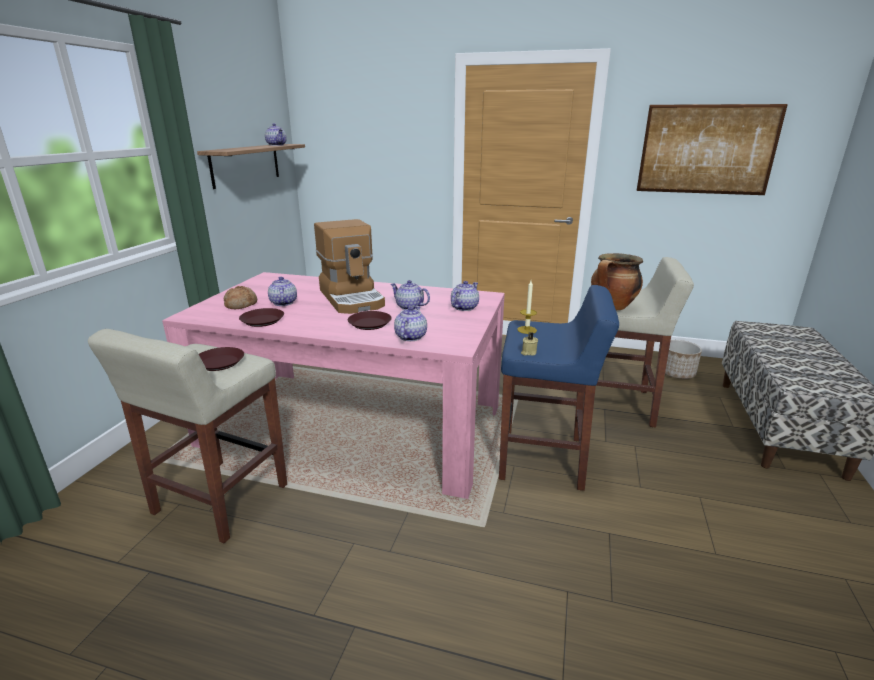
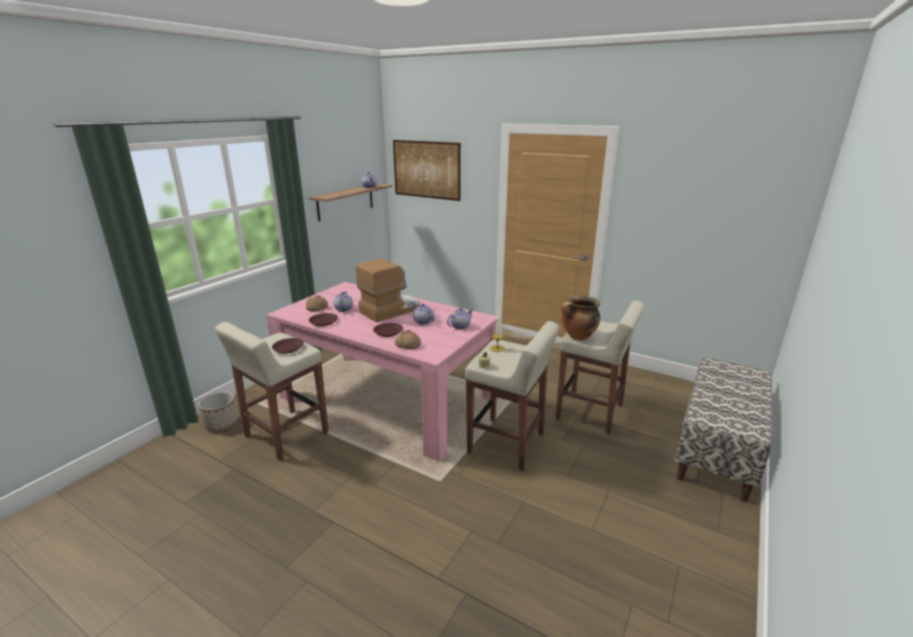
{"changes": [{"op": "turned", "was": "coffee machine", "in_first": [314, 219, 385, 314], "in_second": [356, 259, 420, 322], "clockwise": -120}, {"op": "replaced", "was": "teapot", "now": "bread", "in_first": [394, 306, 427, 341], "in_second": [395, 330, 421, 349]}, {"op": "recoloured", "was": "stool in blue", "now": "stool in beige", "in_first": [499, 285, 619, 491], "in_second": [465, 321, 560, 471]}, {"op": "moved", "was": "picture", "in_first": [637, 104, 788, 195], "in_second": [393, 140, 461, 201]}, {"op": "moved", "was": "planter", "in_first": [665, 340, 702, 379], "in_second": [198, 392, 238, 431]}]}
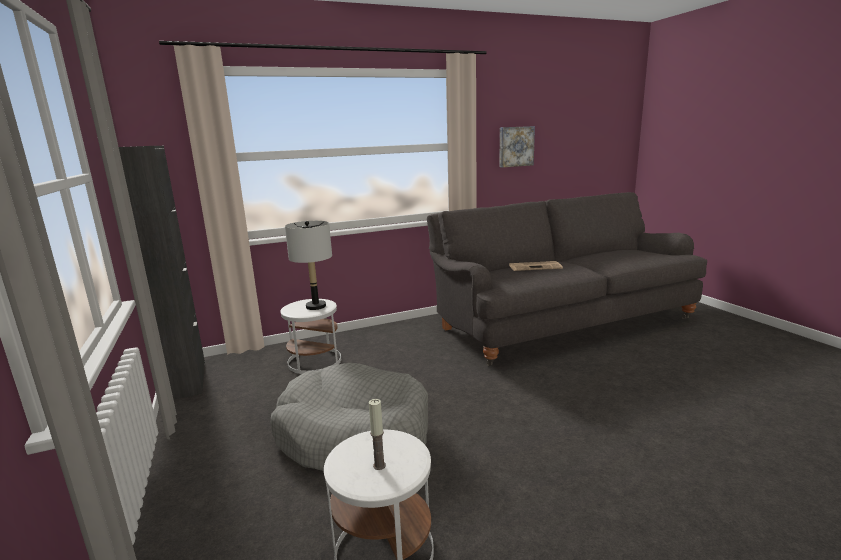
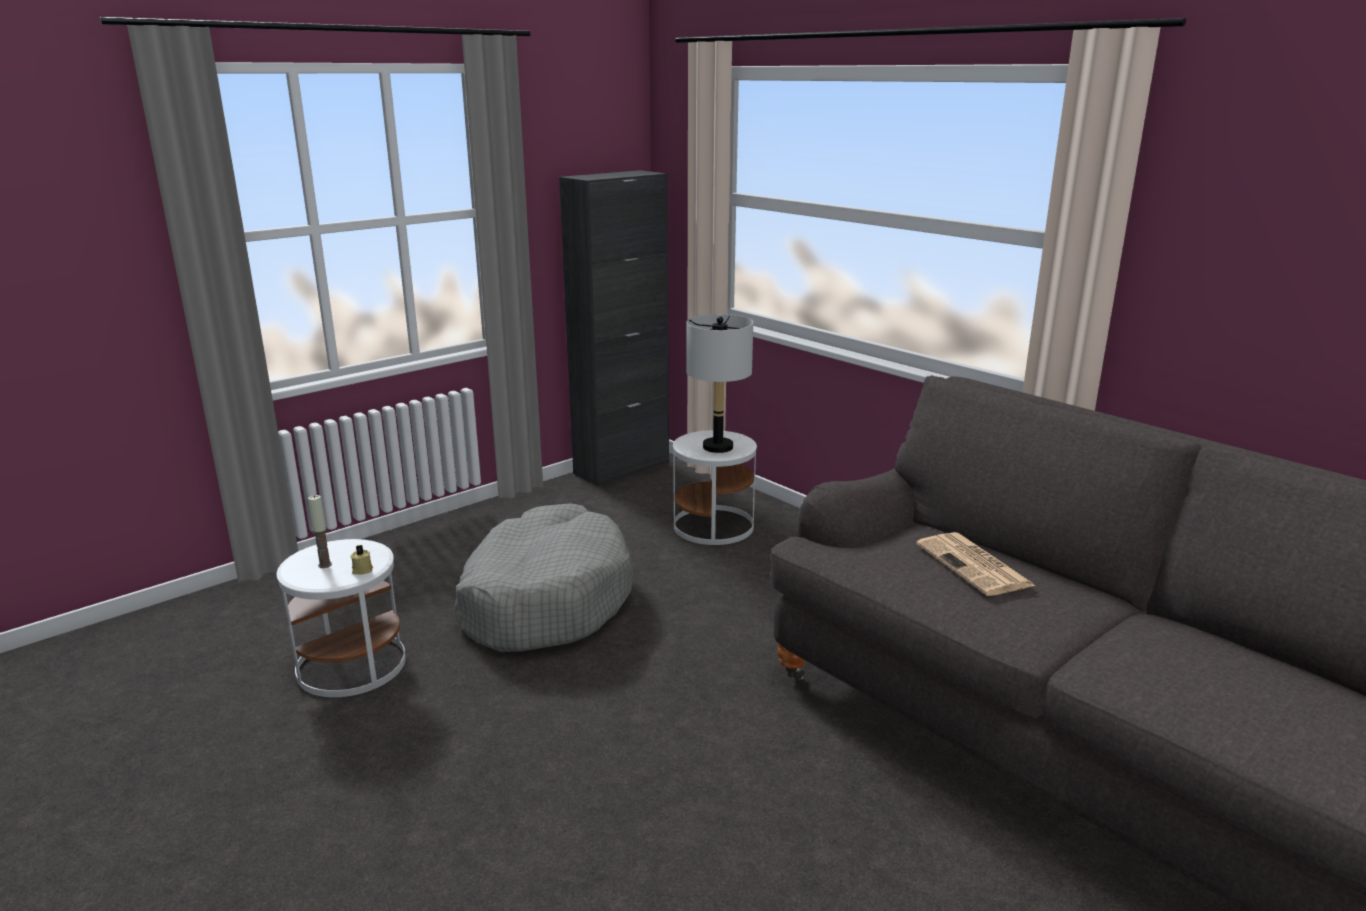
{"changes": [{"op": "removed", "was": "picture", "in_first": [499, 126, 535, 167]}, {"op": "added", "now": "candle in beige", "in_second": [350, 545, 373, 575]}]}
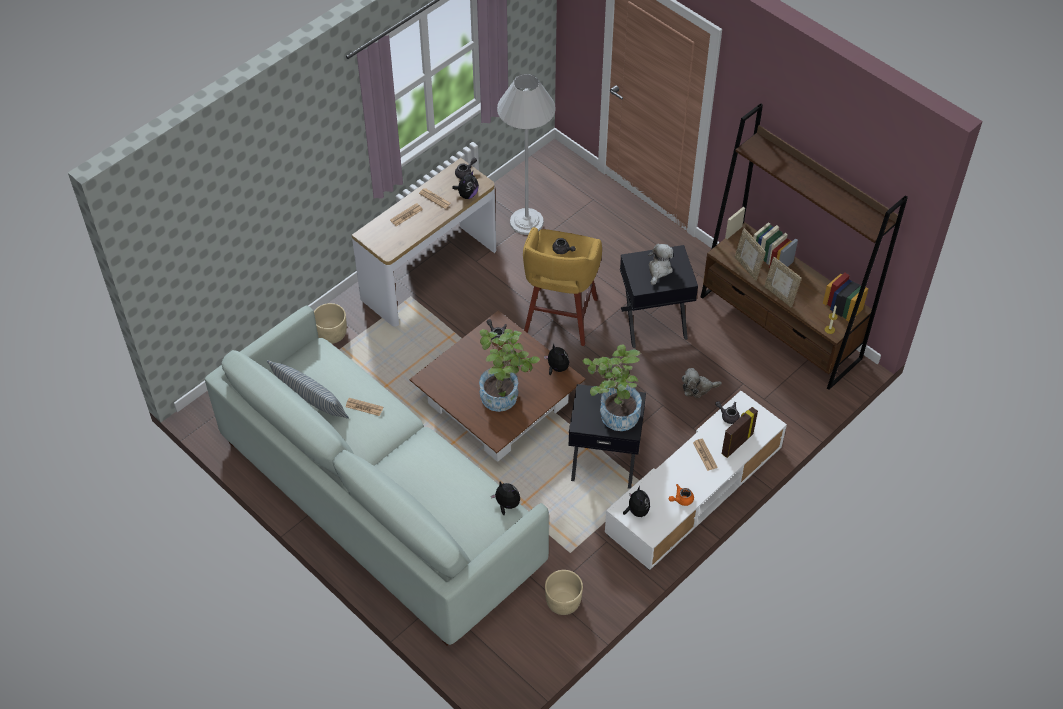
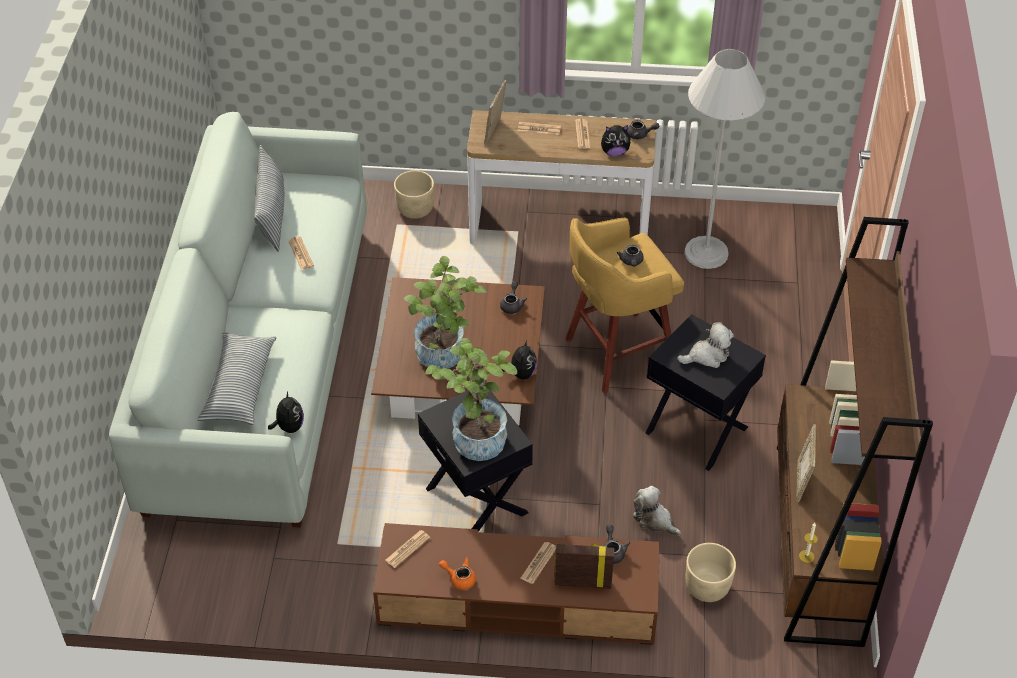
{"changes": [{"op": "moved", "was": "planter in beige", "in_first": [545, 570, 583, 615], "in_second": [686, 543, 736, 602]}, {"op": "recoloured", "was": "tv stand in white", "now": "tv stand in brown", "in_first": [605, 391, 787, 570], "in_second": [373, 523, 660, 645]}, {"op": "replaced", "was": "plush toy", "now": "newspaper", "in_first": [623, 486, 650, 517], "in_second": [385, 530, 431, 568]}, {"op": "moved", "was": "picture frame", "in_first": [735, 228, 766, 281], "in_second": [484, 80, 507, 146]}, {"op": "added", "now": "pillow", "in_second": [197, 332, 277, 425]}]}
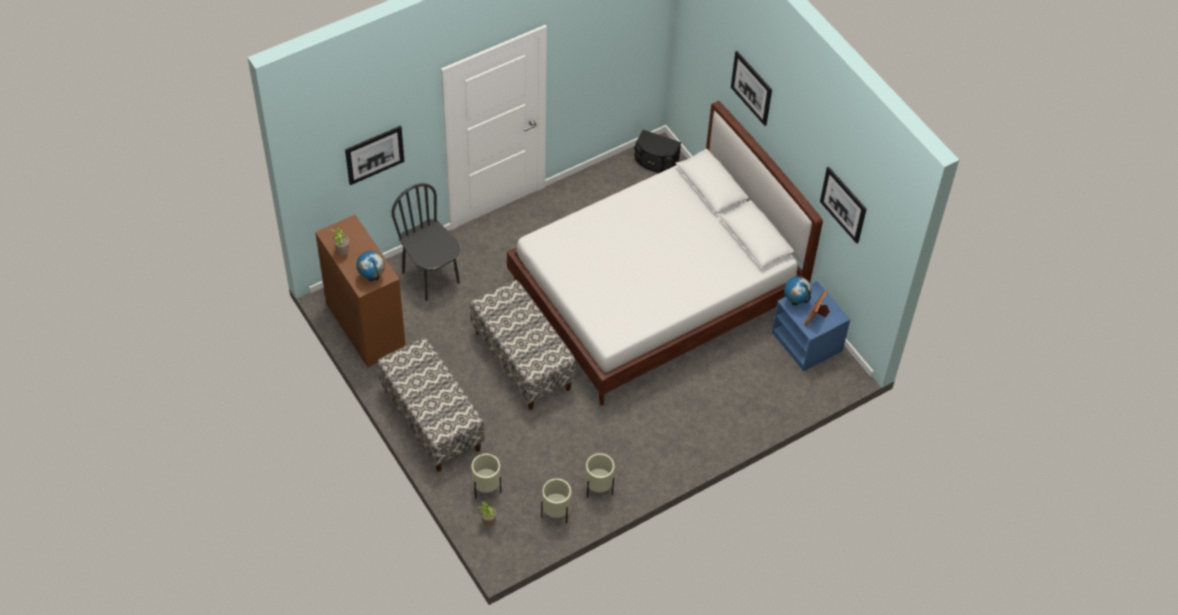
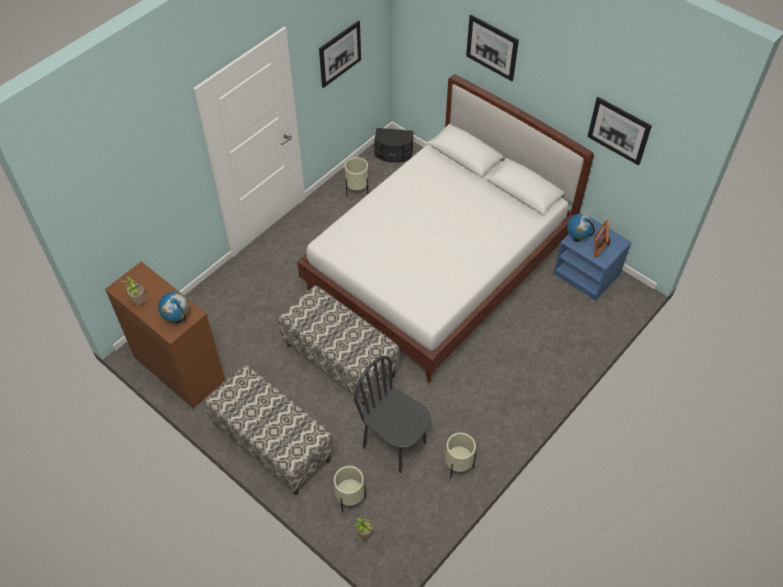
{"changes": [{"op": "moved", "was": "picture", "in_first": [345, 126, 404, 185], "in_second": [319, 20, 361, 88]}, {"op": "moved", "was": "chair in black", "in_first": [391, 183, 460, 301], "in_second": [354, 356, 431, 473]}, {"op": "moved", "was": "planter in beige", "in_first": [541, 478, 571, 524], "in_second": [344, 157, 369, 197]}]}
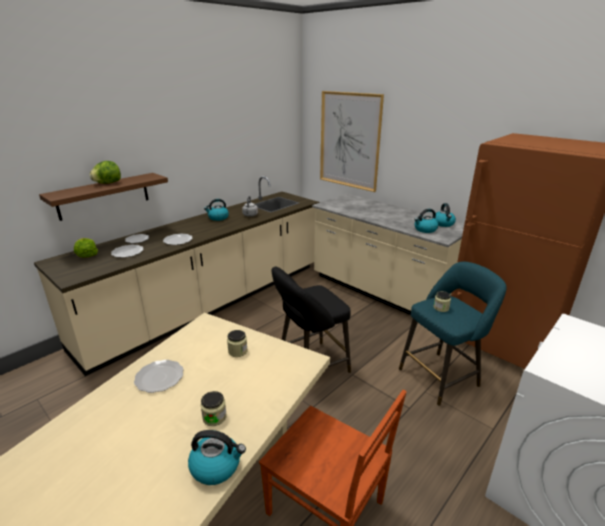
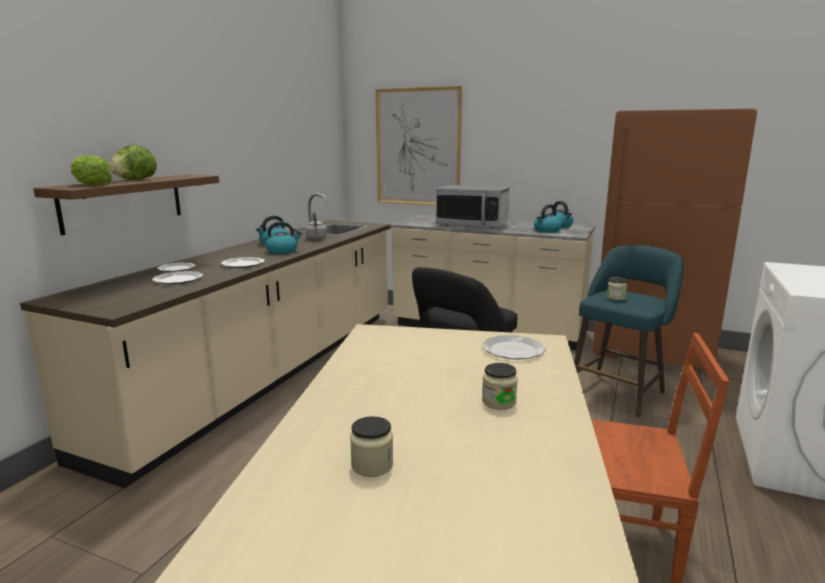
{"changes": [{"op": "moved", "was": "lettuce", "in_first": [74, 238, 98, 258], "in_second": [71, 155, 112, 185]}, {"op": "moved", "was": "plate", "in_first": [134, 360, 184, 393], "in_second": [482, 335, 546, 359]}, {"op": "moved", "was": "kettle", "in_first": [188, 430, 246, 485], "in_second": [265, 222, 302, 254]}, {"op": "moved", "was": "jar", "in_first": [227, 330, 248, 357], "in_second": [350, 416, 393, 477]}, {"op": "added", "now": "microwave", "in_second": [436, 185, 509, 228]}]}
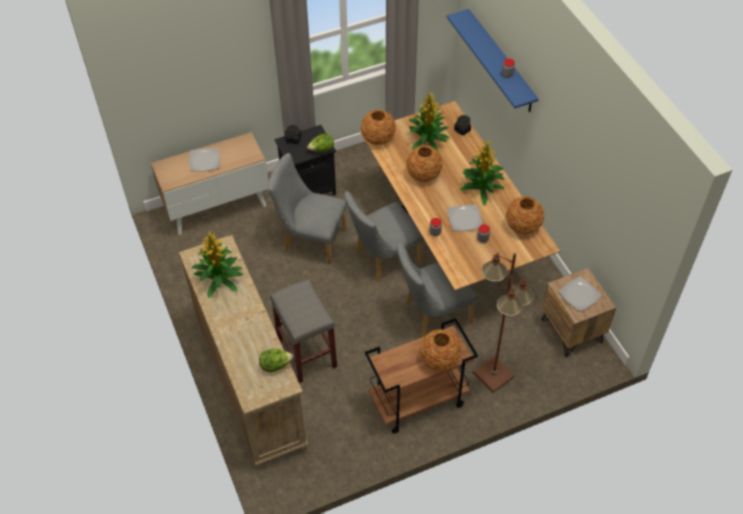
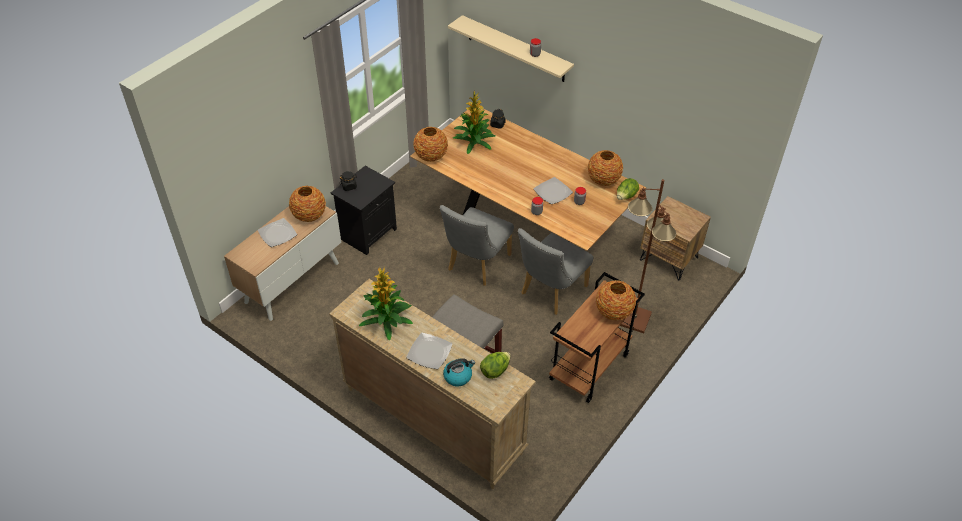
{"changes": [{"op": "removed", "was": "chair in grey", "in_first": [268, 153, 347, 265]}, {"op": "moved", "was": "lettuce", "in_first": [307, 133, 334, 152], "in_second": [617, 178, 639, 200]}, {"op": "moved", "was": "vase", "in_first": [406, 145, 442, 182], "in_second": [289, 186, 326, 222]}, {"op": "recoloured", "was": "shelf in blue", "now": "shelf in beige", "in_first": [447, 9, 539, 112], "in_second": [448, 15, 574, 82]}, {"op": "removed", "was": "potted plant", "in_first": [459, 140, 505, 205]}, {"op": "moved", "was": "plate", "in_first": [559, 276, 602, 311], "in_second": [406, 333, 452, 369]}, {"op": "added", "now": "kettle", "in_second": [443, 358, 475, 386]}]}
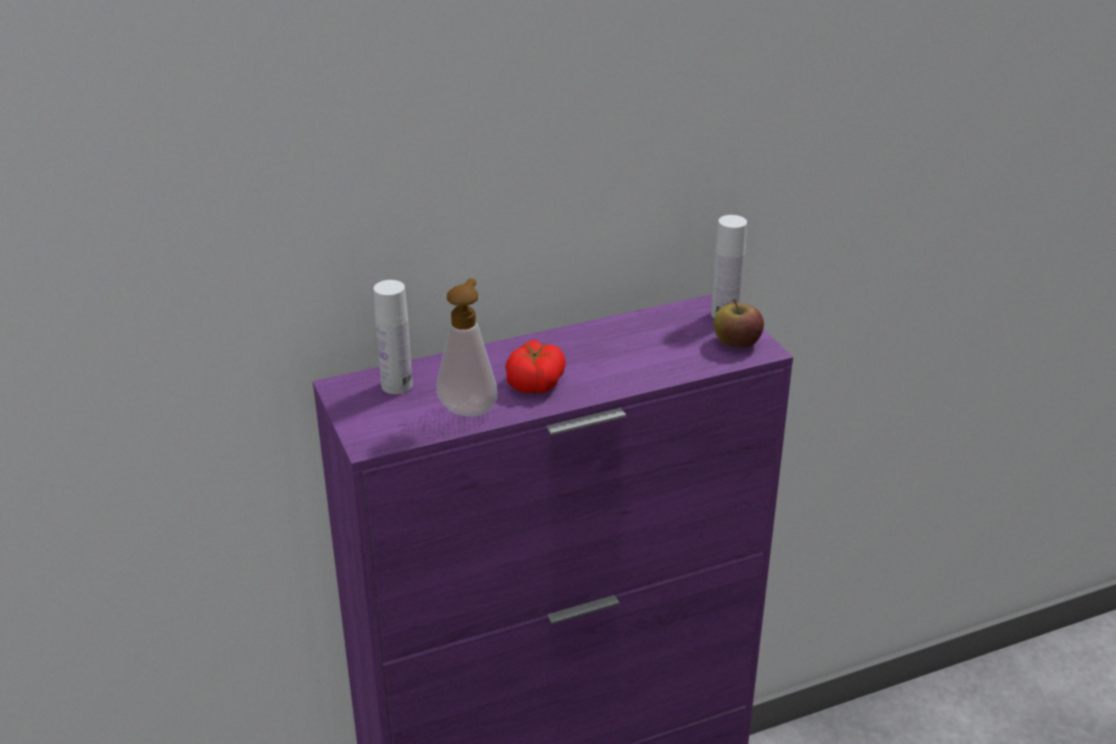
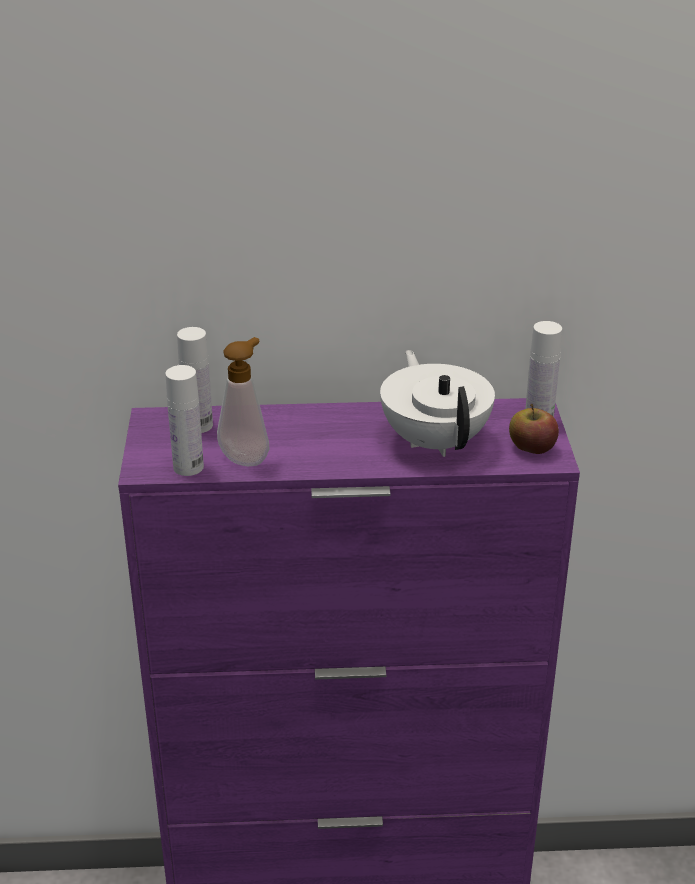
{"changes": [{"op": "removed", "was": "tomato", "in_first": [505, 340, 566, 393]}, {"op": "added", "now": "bottle in white", "in_second": [166, 365, 204, 476]}, {"op": "added", "now": "teapot in white", "in_second": [380, 350, 495, 457]}]}
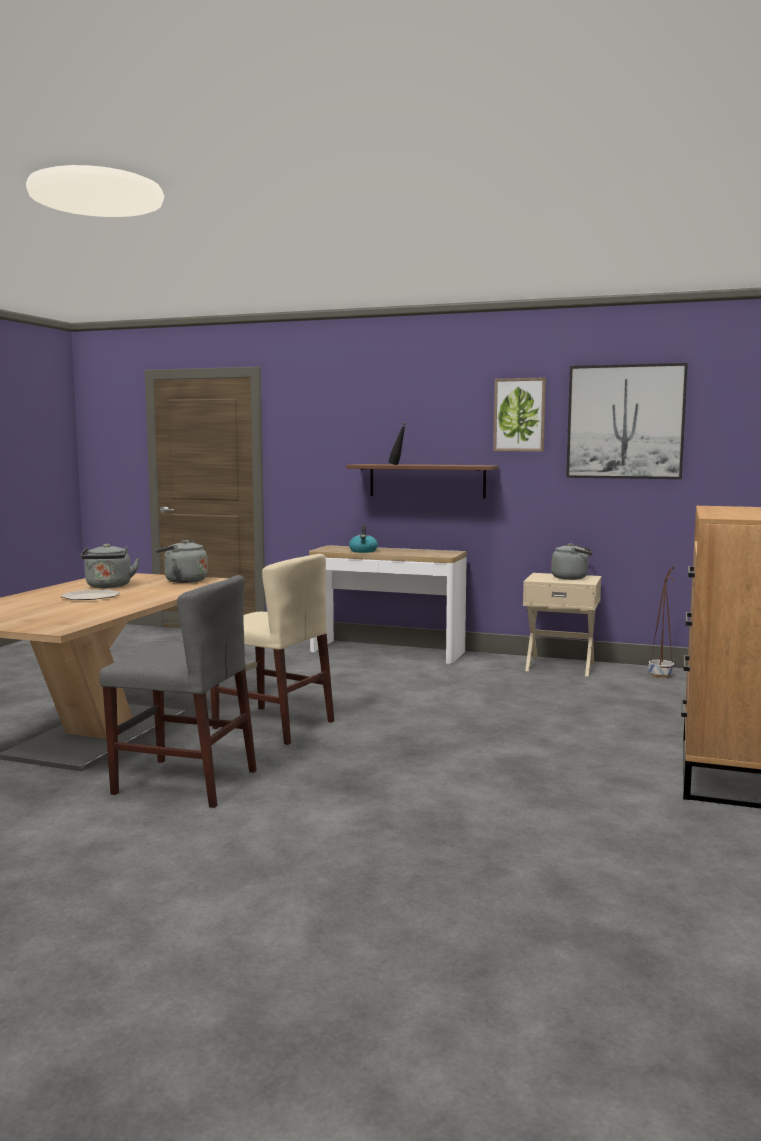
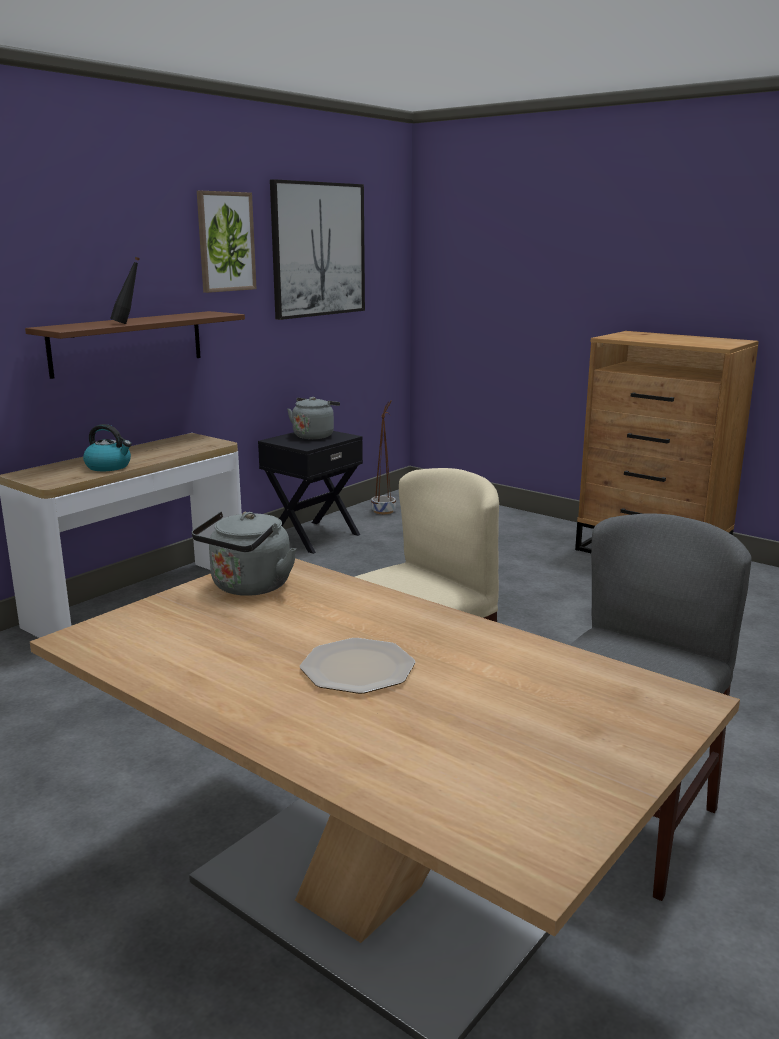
{"changes": [{"op": "removed", "was": "kettle in grey", "in_first": [81, 544, 140, 588]}, {"op": "recoloured", "was": "nightstand in beige", "now": "nightstand in black", "in_first": [523, 573, 601, 677], "in_second": [258, 431, 363, 554]}]}
